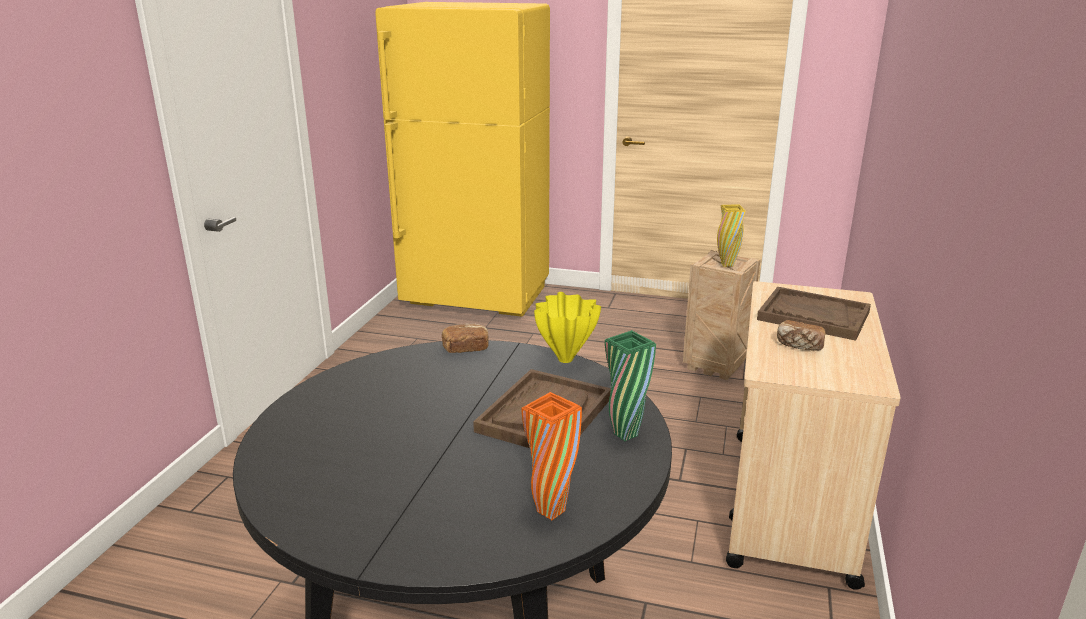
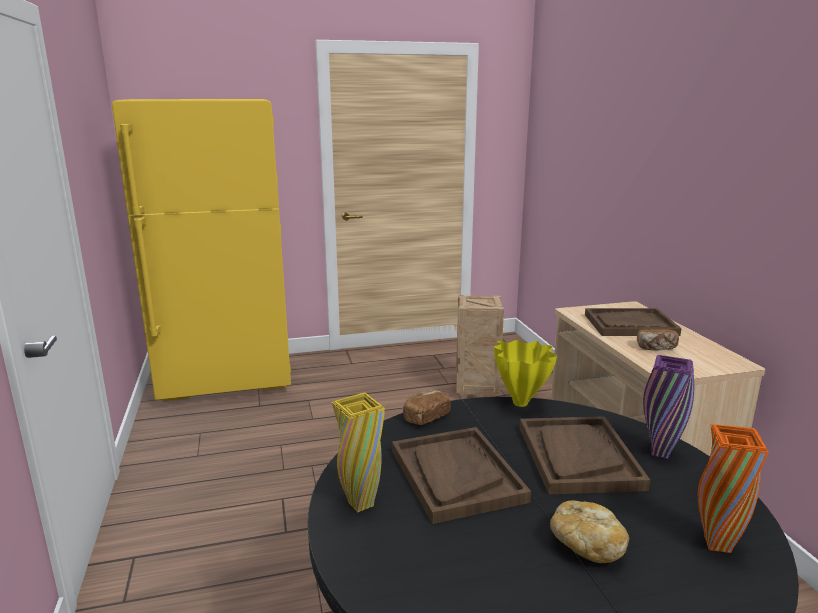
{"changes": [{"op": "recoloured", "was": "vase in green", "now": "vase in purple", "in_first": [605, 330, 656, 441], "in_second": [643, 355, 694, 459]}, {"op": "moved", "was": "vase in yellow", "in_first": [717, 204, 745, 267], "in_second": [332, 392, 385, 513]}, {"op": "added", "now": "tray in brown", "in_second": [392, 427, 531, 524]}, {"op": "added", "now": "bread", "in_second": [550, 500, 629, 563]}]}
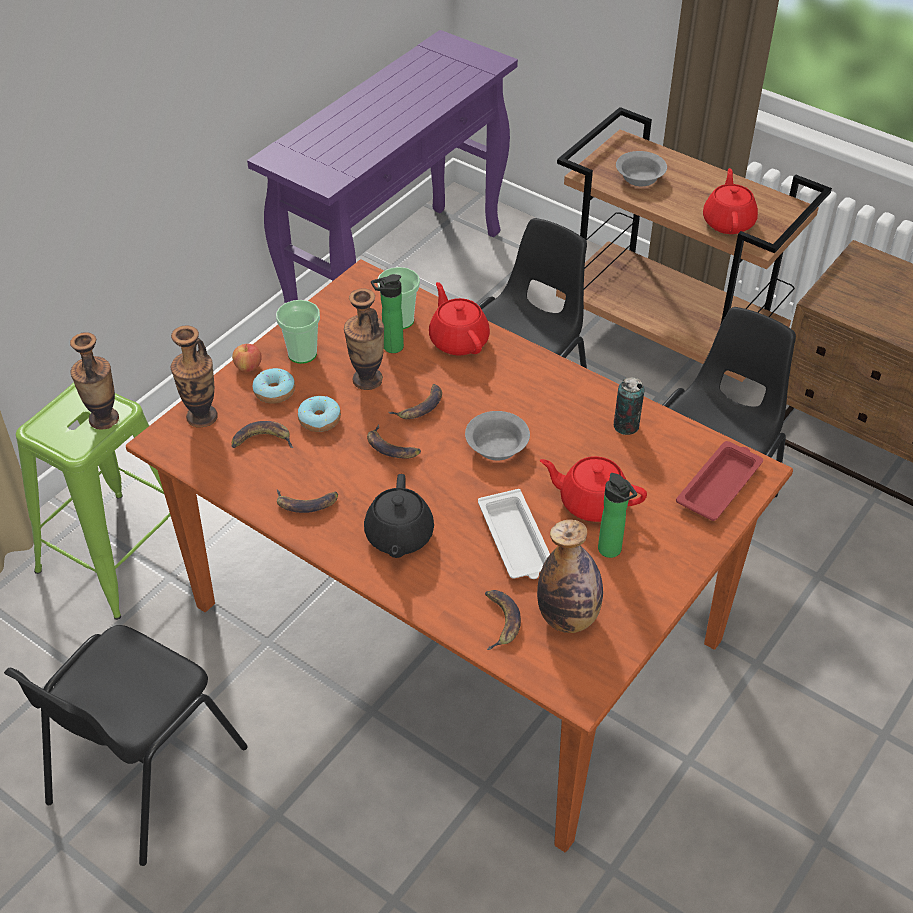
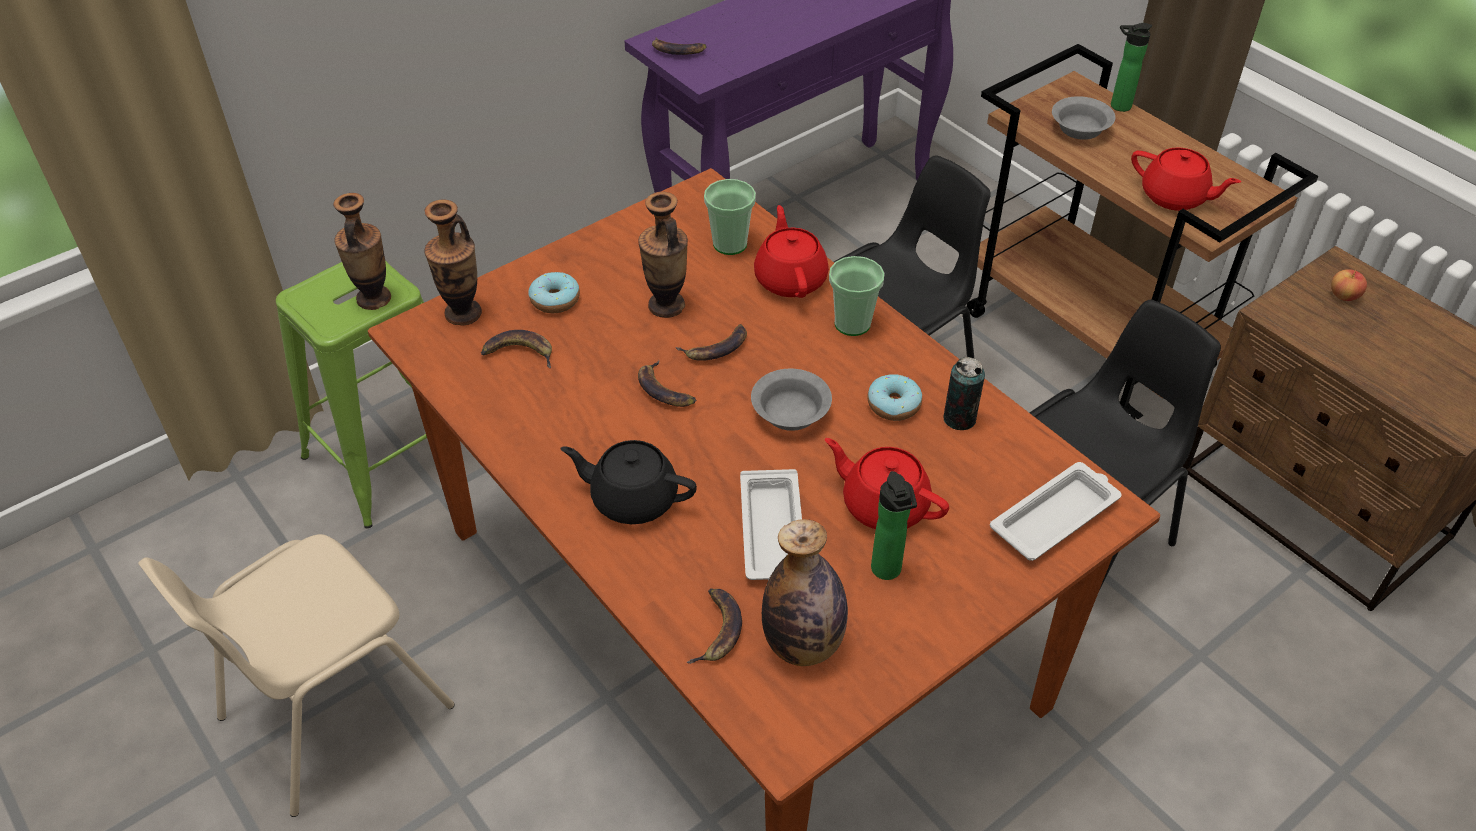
{"changes": [{"op": "recoloured", "was": "chair in black", "now": "chair in beige", "in_first": [4, 625, 248, 866], "in_second": [138, 534, 455, 817]}, {"op": "moved", "was": "apple", "in_first": [232, 344, 262, 372], "in_second": [1331, 269, 1367, 301]}, {"op": "moved", "was": "cup", "in_first": [276, 300, 320, 364], "in_second": [829, 256, 885, 336]}, {"op": "moved", "was": "banana", "in_first": [277, 490, 338, 513], "in_second": [652, 38, 707, 55]}, {"op": "moved", "was": "donut", "in_first": [298, 396, 341, 432], "in_second": [867, 374, 922, 421]}, {"op": "turned", "was": "teapot in black", "in_first": [364, 474, 434, 558], "in_second": [561, 440, 697, 524], "clockwise": 90}, {"op": "moved", "was": "bottle", "in_first": [371, 274, 404, 353], "in_second": [1111, 23, 1152, 112]}, {"op": "recoloured", "was": "tray in red", "now": "tray in white", "in_first": [676, 441, 763, 521], "in_second": [990, 462, 1122, 561]}, {"op": "turned", "was": "teapot in red", "in_first": [703, 168, 758, 234], "in_second": [1131, 147, 1241, 211], "clockwise": 105}]}
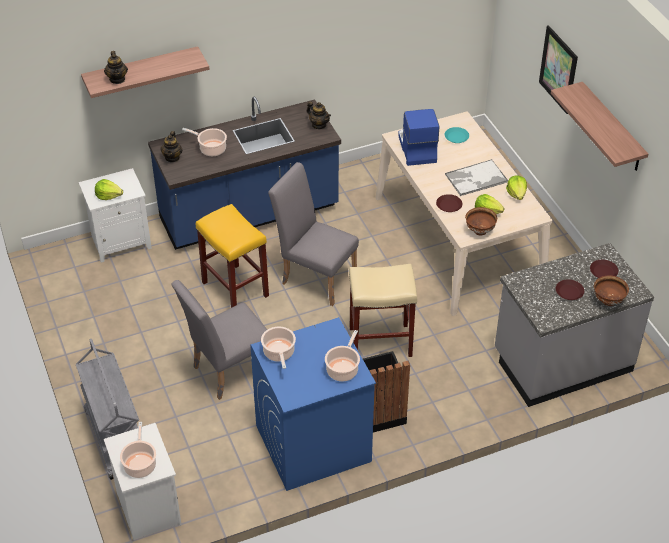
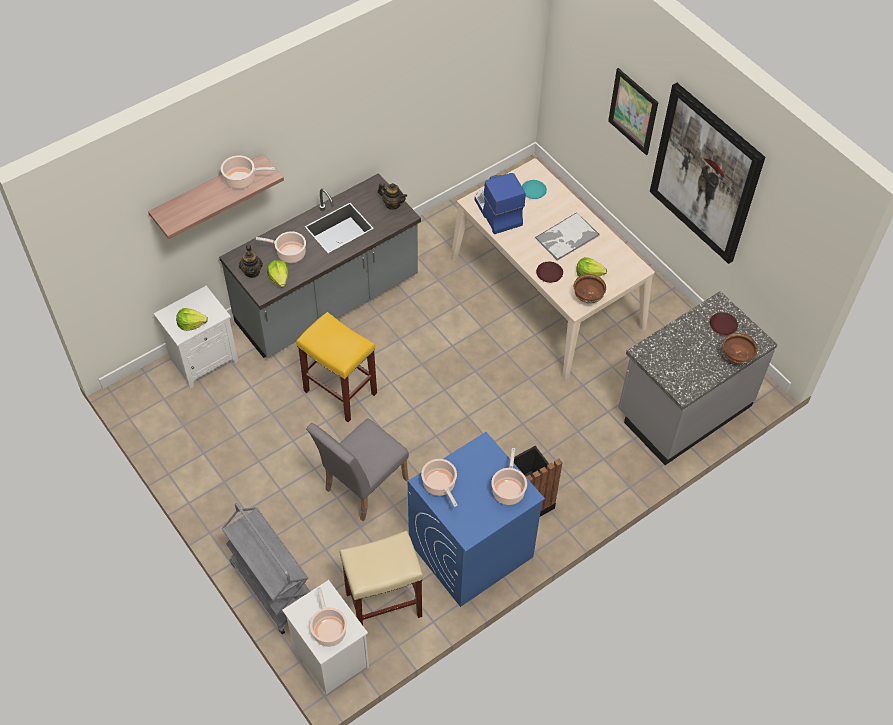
{"changes": [{"op": "removed", "was": "teapot", "in_first": [104, 51, 128, 84]}, {"op": "recoloured", "was": "counter in blue", "now": "counter in grey", "in_first": [148, 97, 341, 250], "in_second": [219, 173, 421, 358]}, {"op": "removed", "was": "chair in grey", "in_first": [268, 162, 359, 306]}, {"op": "moved", "was": "stool in beige", "in_first": [349, 264, 417, 357], "in_second": [340, 531, 423, 625]}, {"op": "moved", "was": "lettuce", "in_first": [506, 175, 527, 200], "in_second": [267, 260, 288, 287]}, {"op": "replaced", "was": "shelf", "now": "picture", "in_first": [551, 82, 648, 171], "in_second": [650, 83, 765, 264]}, {"op": "removed", "was": "plate in brown", "in_first": [556, 279, 584, 300]}, {"op": "added", "now": "cooking pot", "in_second": [221, 156, 275, 189]}]}
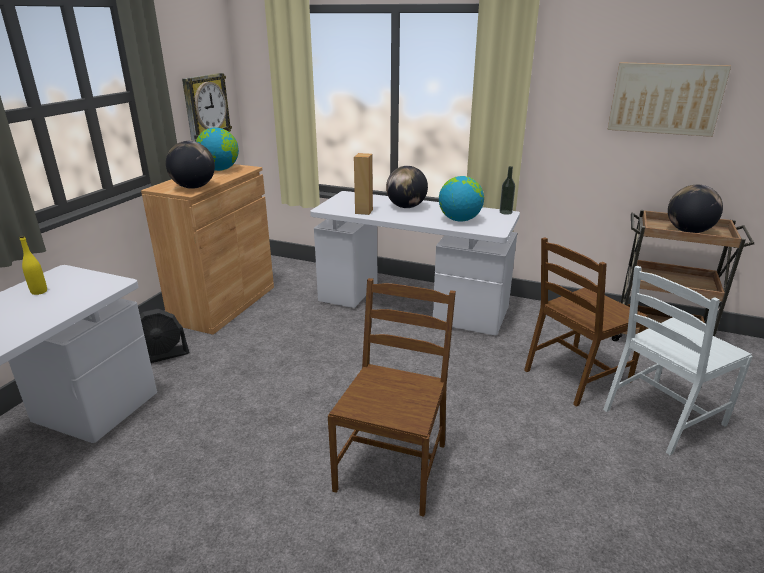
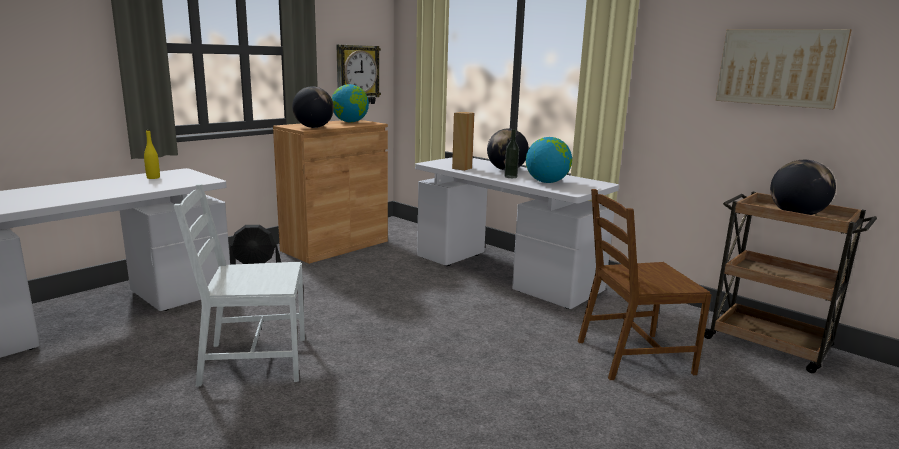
{"changes": [{"op": "removed", "was": "chair in brown", "in_first": [328, 278, 456, 517]}, {"op": "moved", "was": "bottle", "in_first": [500, 166, 515, 215], "in_second": [504, 129, 519, 178]}, {"op": "moved", "was": "chair in white", "in_first": [603, 266, 753, 455], "in_second": [174, 184, 305, 387]}]}
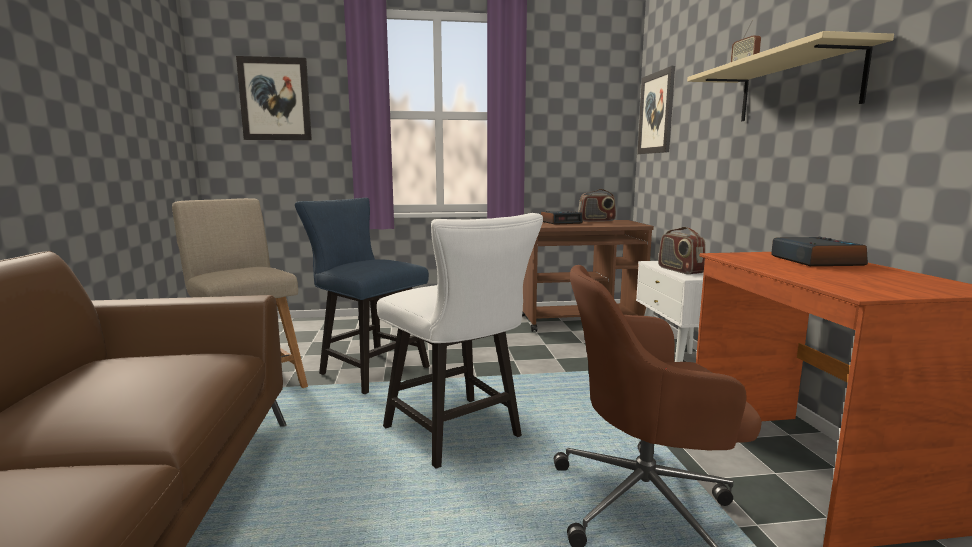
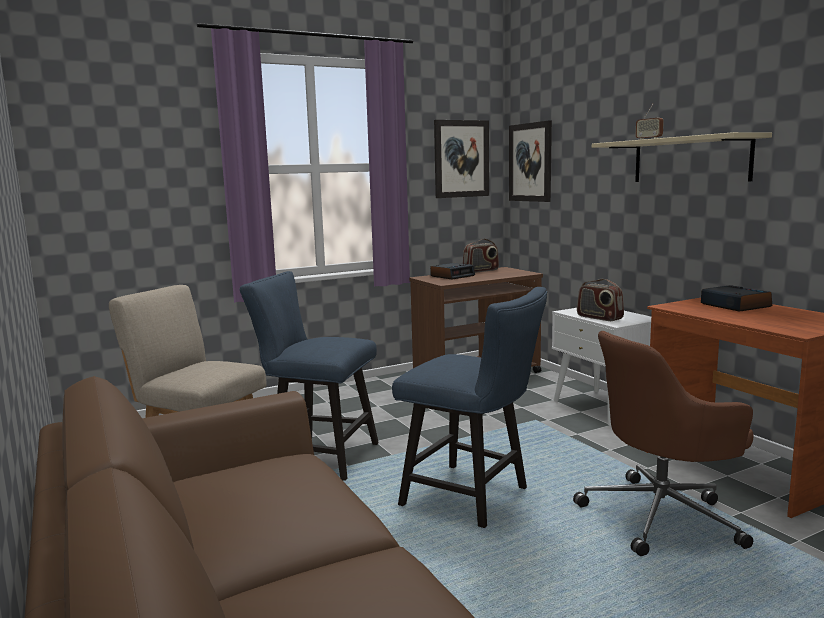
{"changes": [{"op": "moved", "was": "picture", "in_first": [236, 56, 312, 141], "in_second": [434, 120, 489, 198]}, {"op": "recoloured", "was": "chair in white", "now": "chair in blue", "in_first": [377, 213, 543, 469], "in_second": [392, 287, 548, 528]}]}
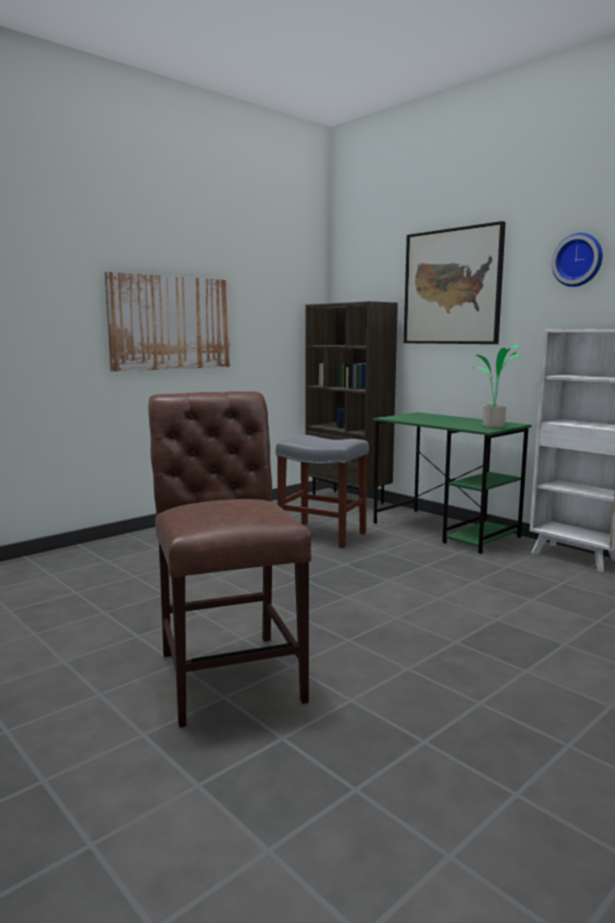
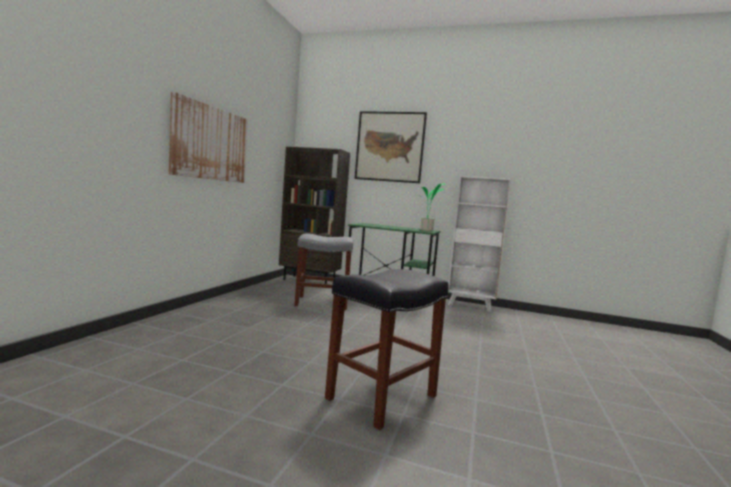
{"changes": [{"op": "replaced", "was": "chair in brown", "now": "stool in black", "in_first": [148, 391, 311, 728], "in_second": [325, 269, 449, 430]}, {"op": "removed", "was": "wall clock", "in_first": [552, 233, 603, 287]}]}
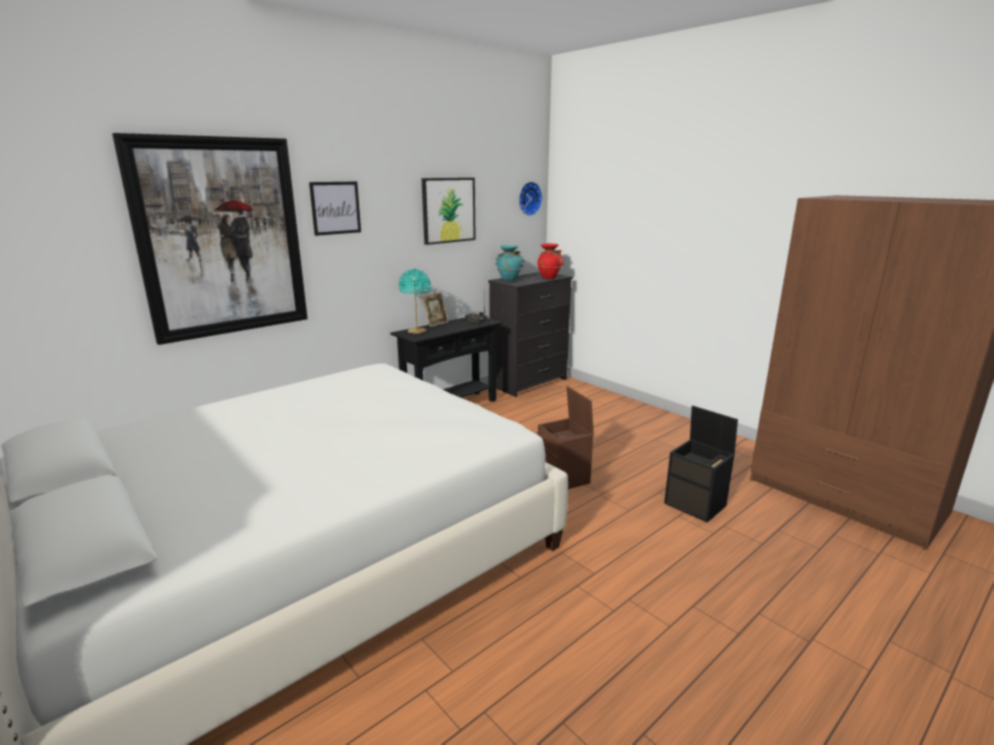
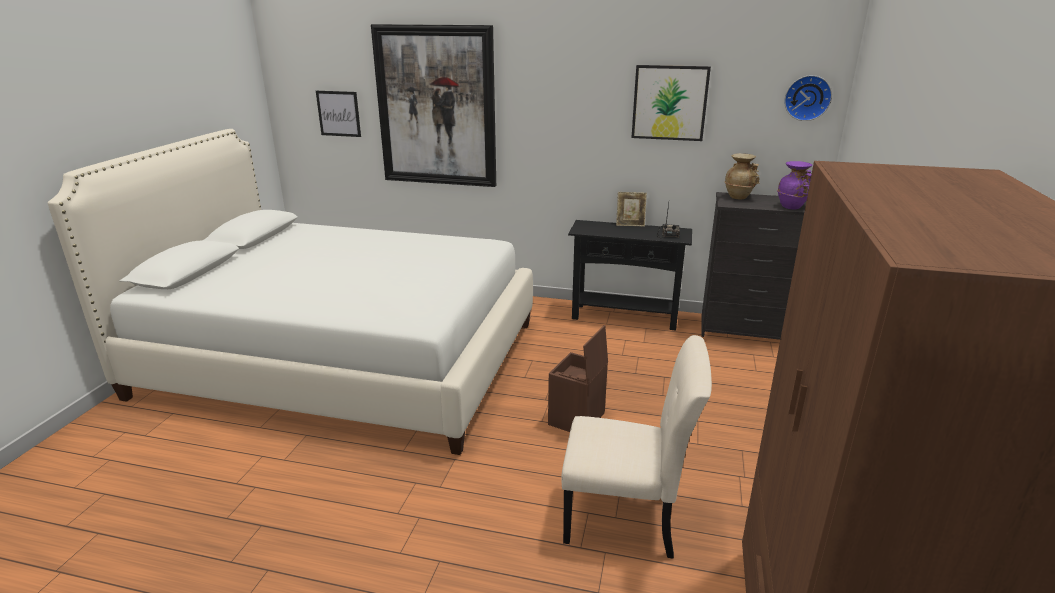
{"changes": [{"op": "moved", "was": "picture", "in_first": [309, 182, 361, 236], "in_second": [316, 91, 361, 137]}, {"op": "removed", "was": "table lamp in turquoise", "in_first": [399, 269, 431, 334]}, {"op": "recoloured", "was": "vase in turquoise", "now": "vase in beige", "in_first": [495, 245, 525, 281], "in_second": [724, 153, 760, 200]}, {"op": "recoloured", "was": "vase in red", "now": "vase in purple", "in_first": [537, 244, 565, 279], "in_second": [777, 161, 812, 209]}, {"op": "replaced", "was": "storage box in black", "now": "chair in beige", "in_first": [664, 406, 738, 523], "in_second": [562, 335, 712, 559]}]}
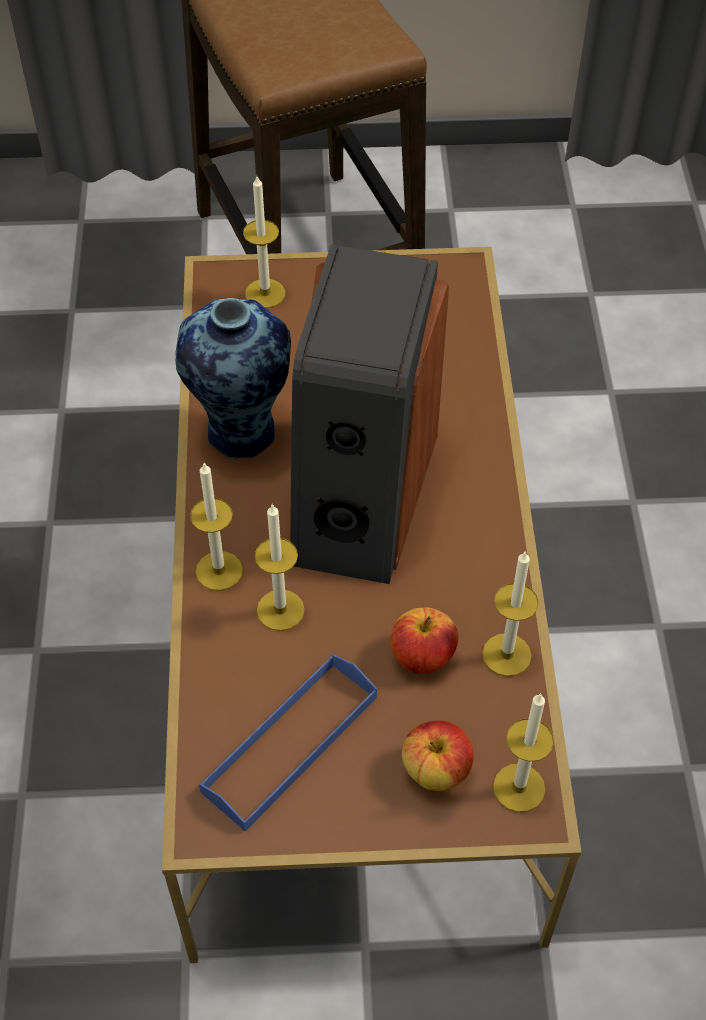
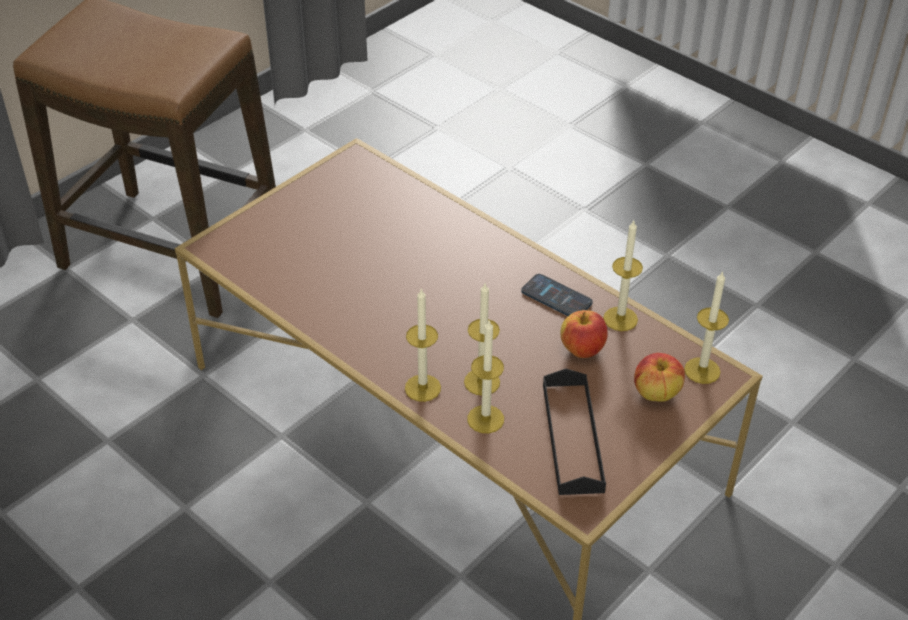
{"changes": [{"op": "removed", "was": "vase", "in_first": [175, 298, 291, 460]}, {"op": "recoloured", "was": "tray in blue", "now": "tray in black", "in_first": [199, 654, 377, 831], "in_second": [543, 369, 606, 495]}, {"op": "moved", "was": "candle", "in_first": [243, 176, 285, 308], "in_second": [467, 320, 504, 433]}, {"op": "removed", "was": "speaker", "in_first": [290, 245, 449, 584]}, {"op": "added", "now": "phone", "in_second": [521, 274, 593, 316]}]}
